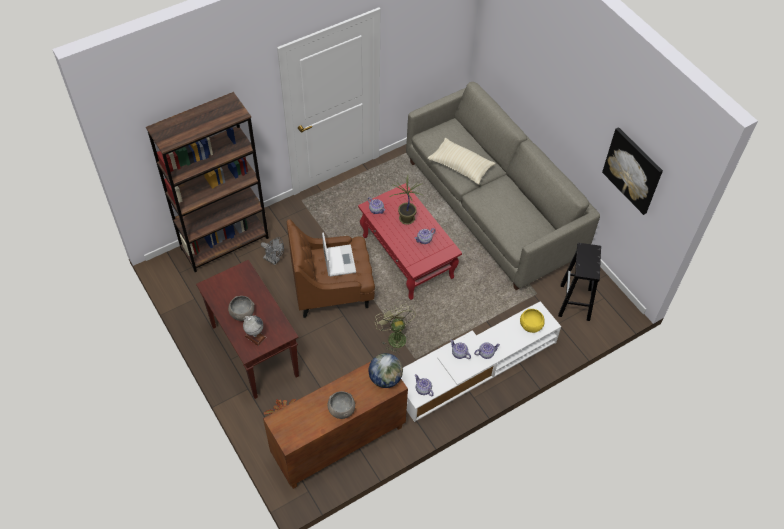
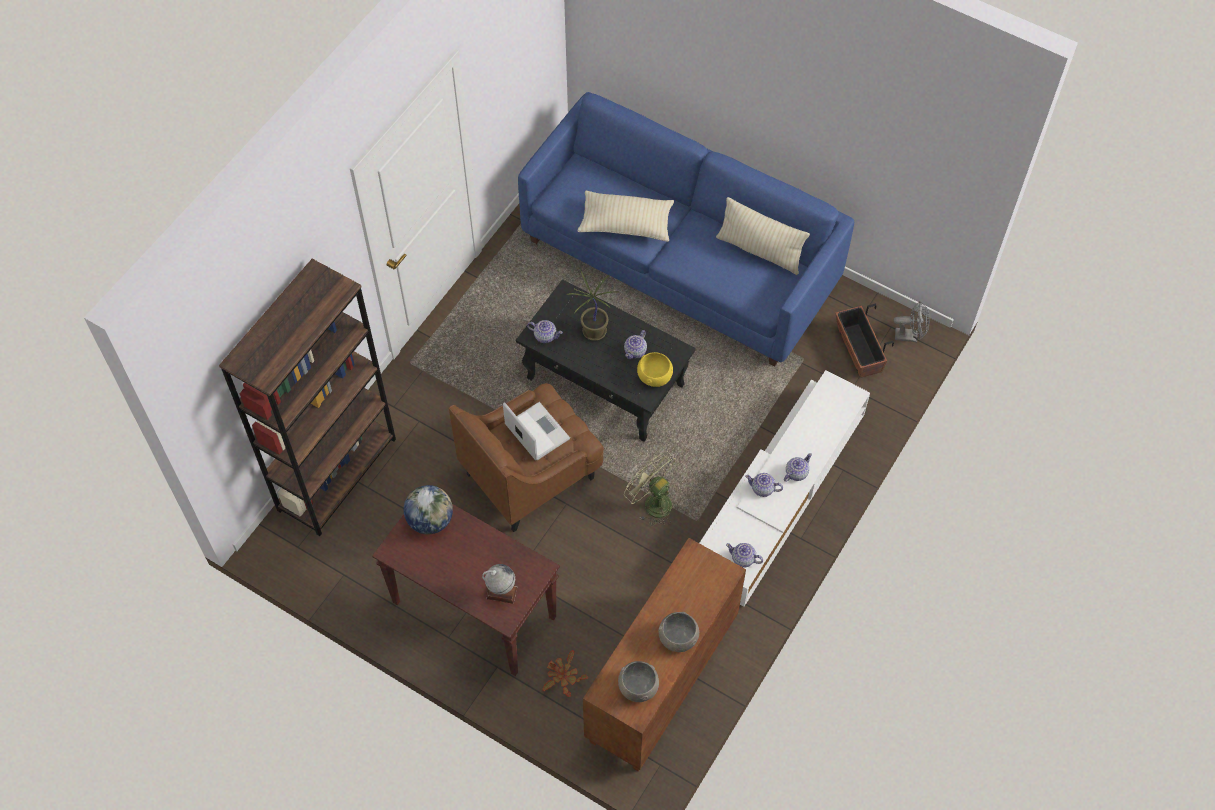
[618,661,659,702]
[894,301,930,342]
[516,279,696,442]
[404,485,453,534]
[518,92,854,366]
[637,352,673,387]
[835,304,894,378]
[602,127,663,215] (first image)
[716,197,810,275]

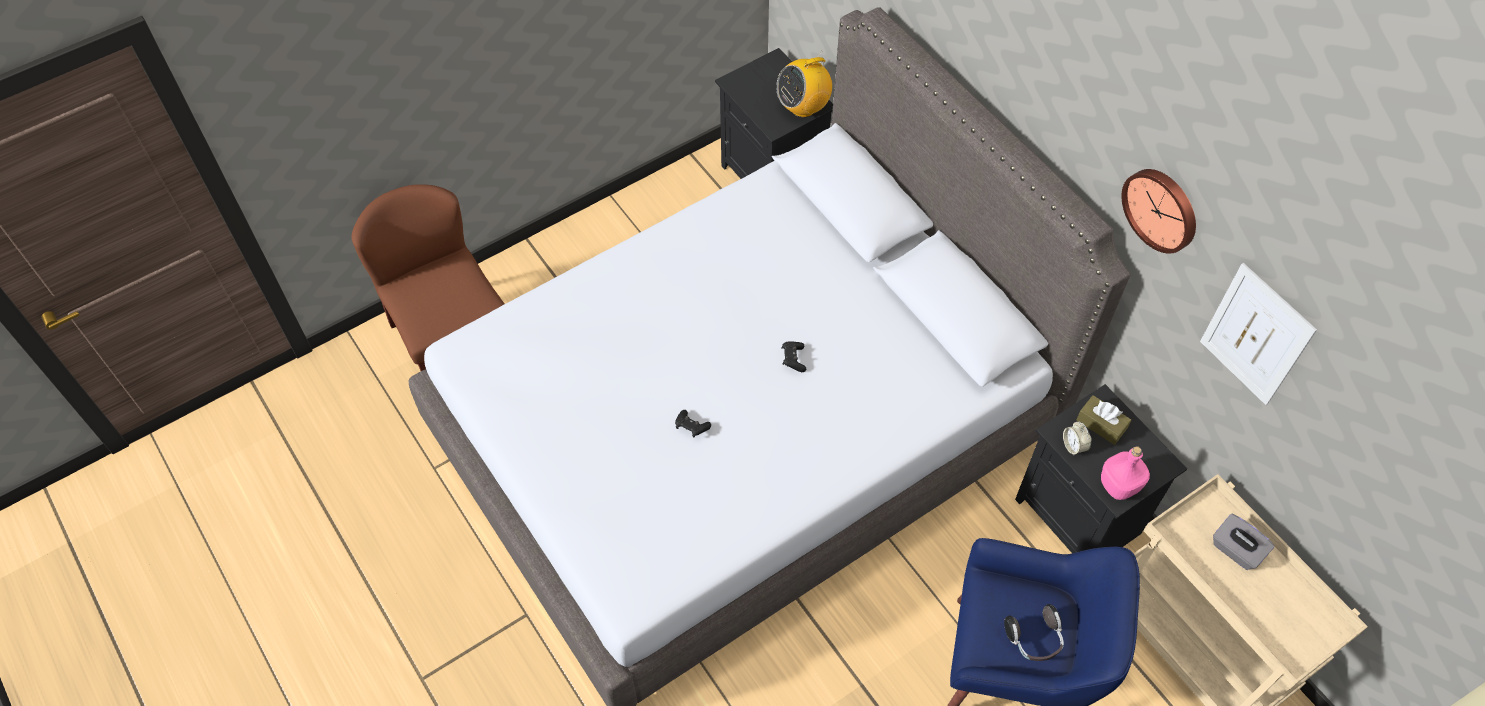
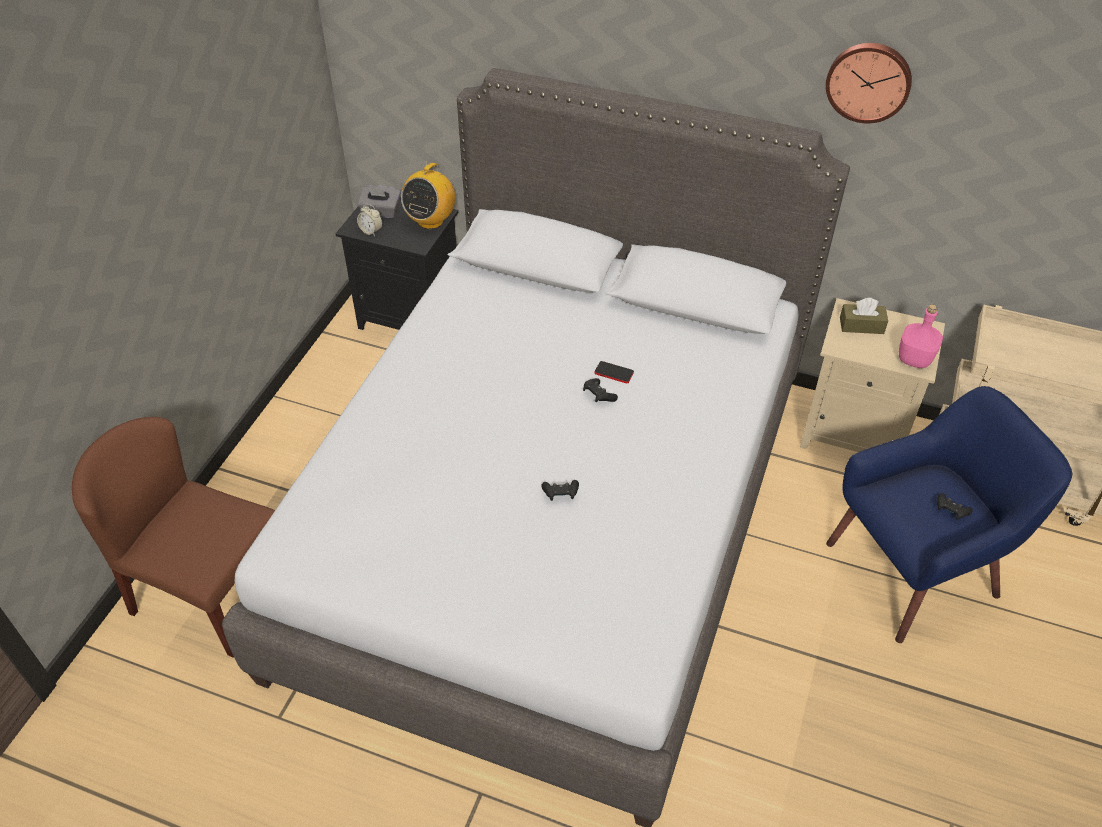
[937,493,972,520]
[800,298,945,452]
[357,204,382,236]
[1200,263,1317,405] (first image)
[358,185,401,218]
[594,361,634,383]

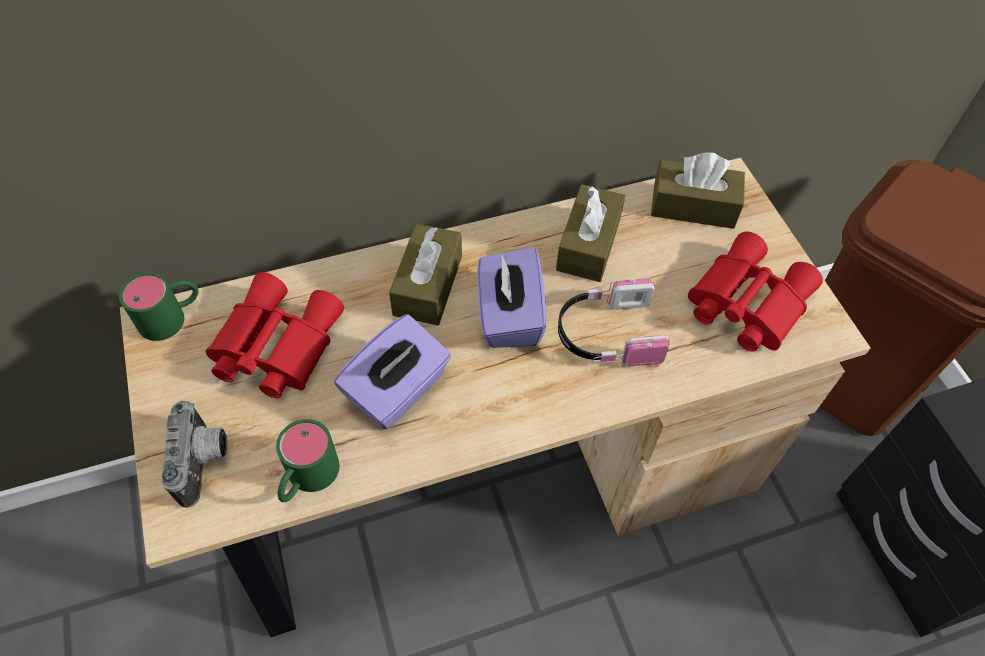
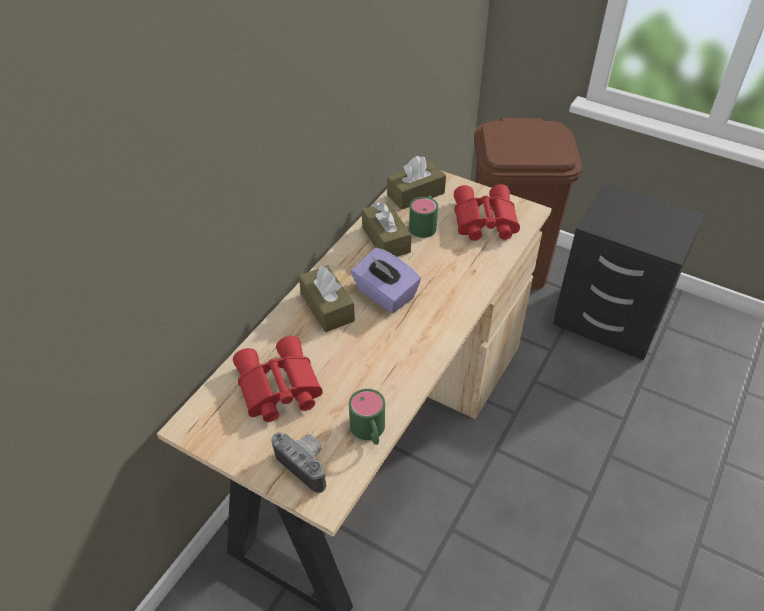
[409,195,438,238]
[334,314,451,429] (first image)
[558,278,670,367] (first image)

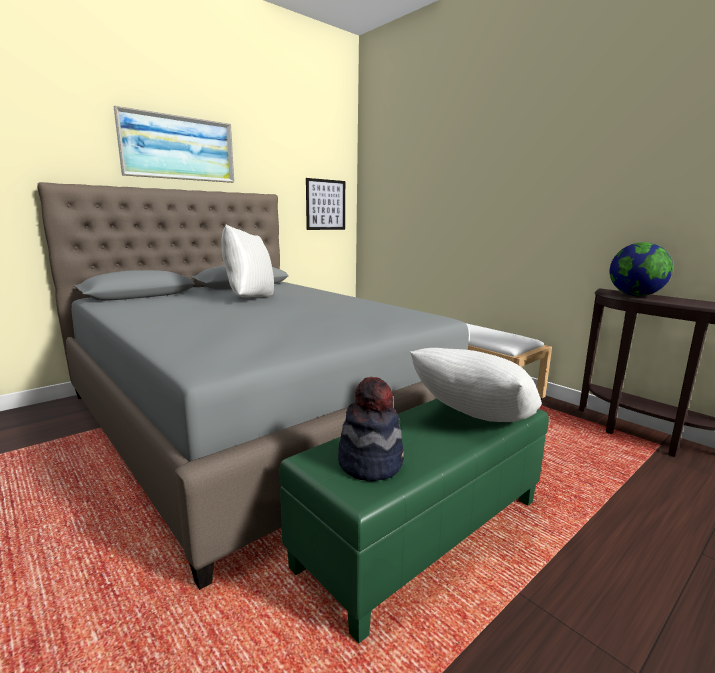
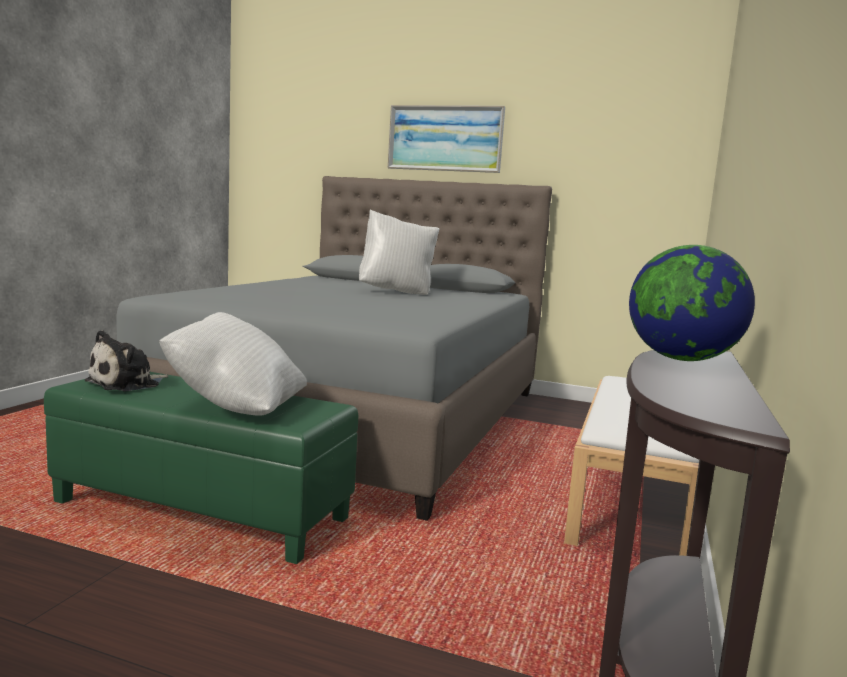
[306,178,345,230] (first image)
[84,330,168,392]

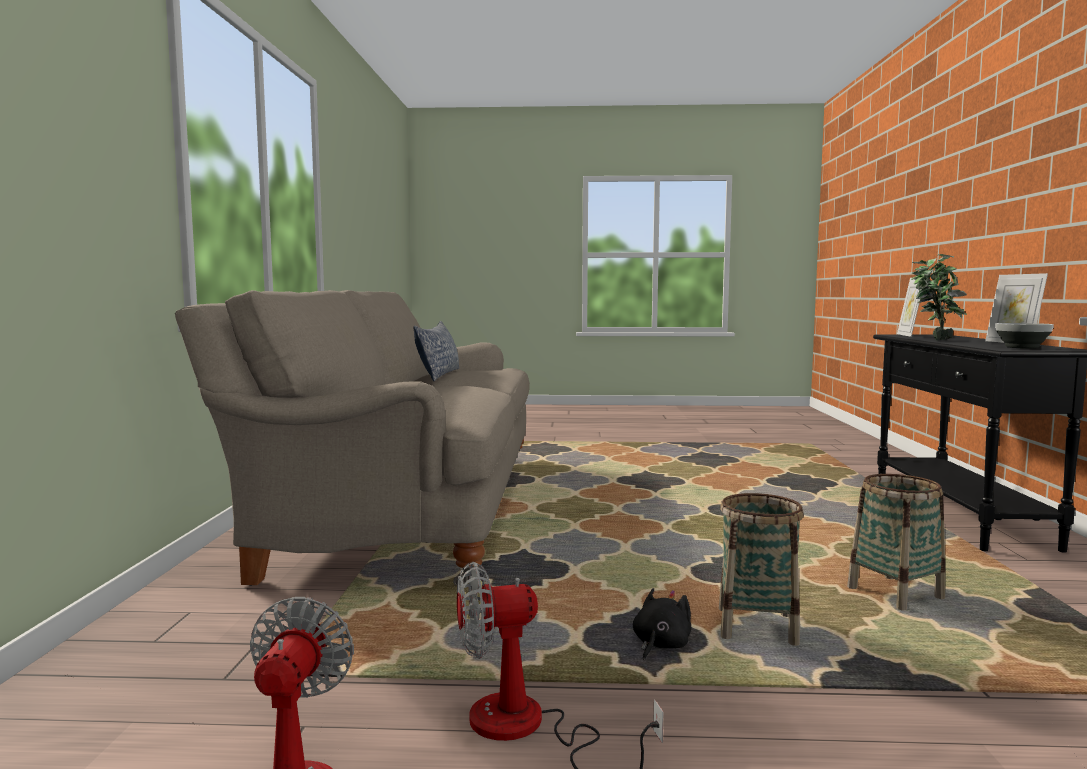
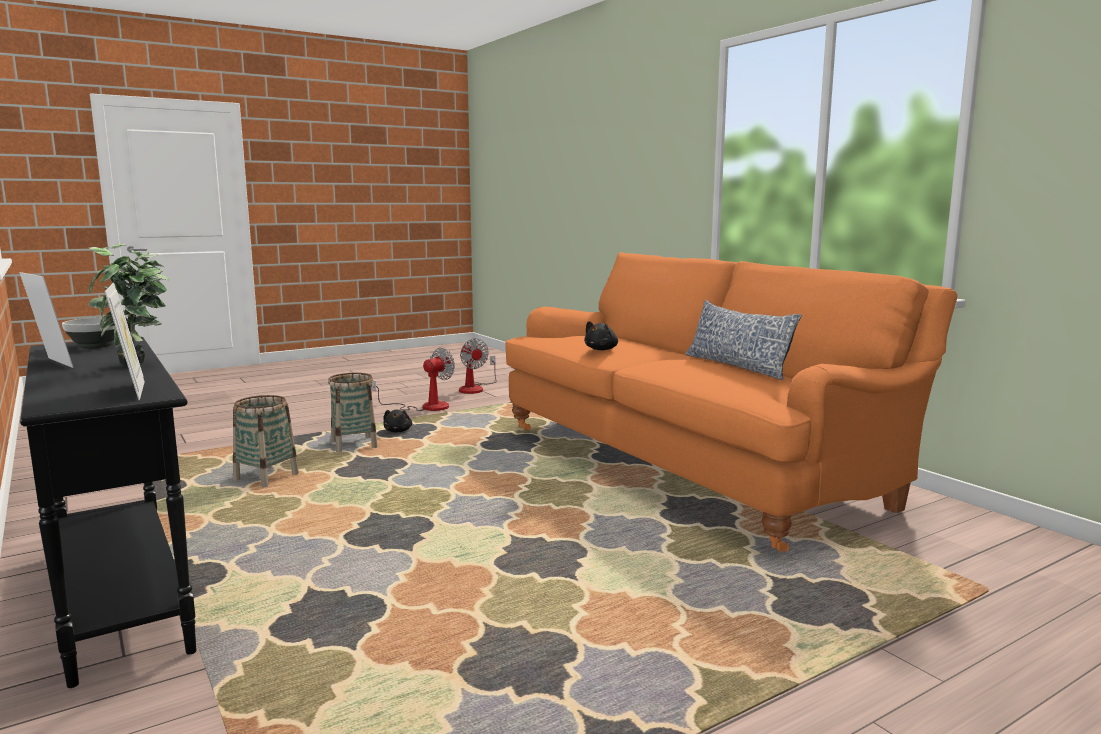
[505,252,957,552]
[584,321,618,350]

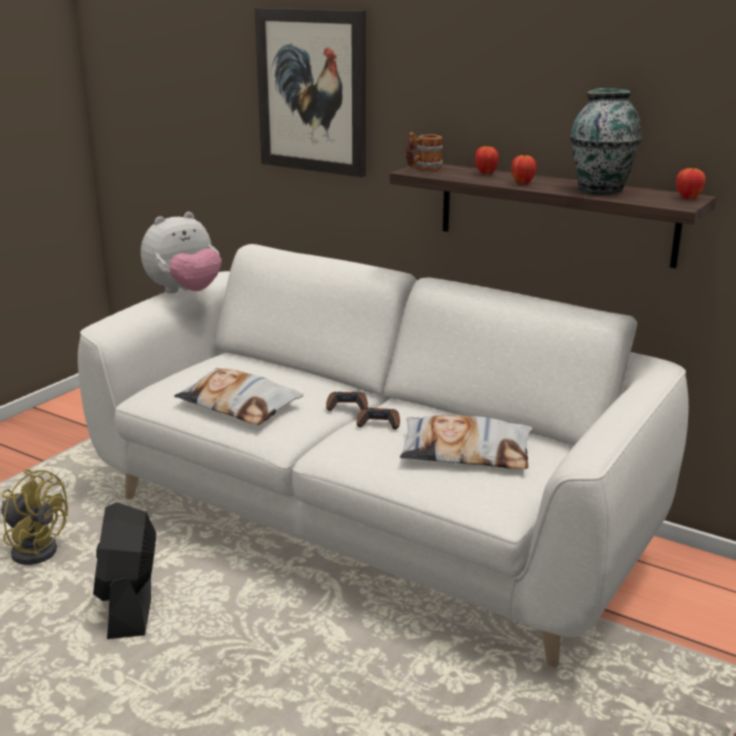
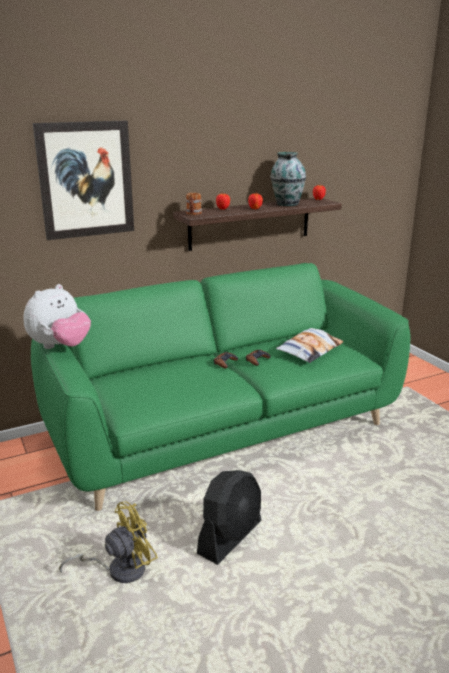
[31,263,410,511]
[197,470,261,565]
[23,284,91,349]
[174,368,303,425] (first image)

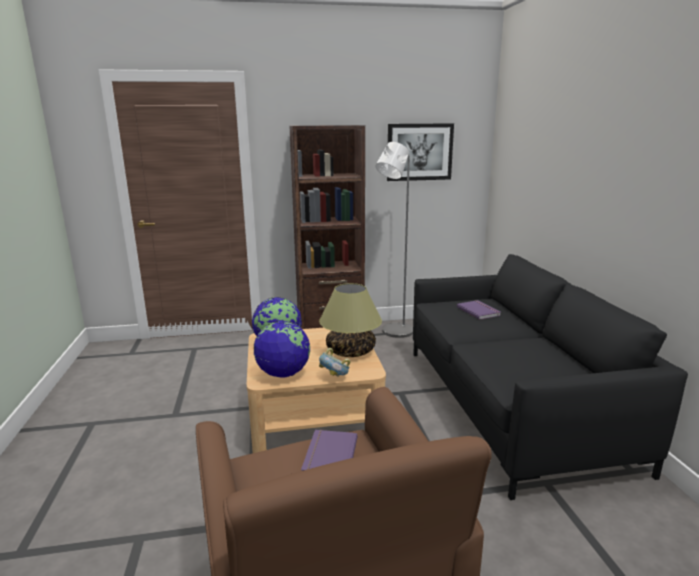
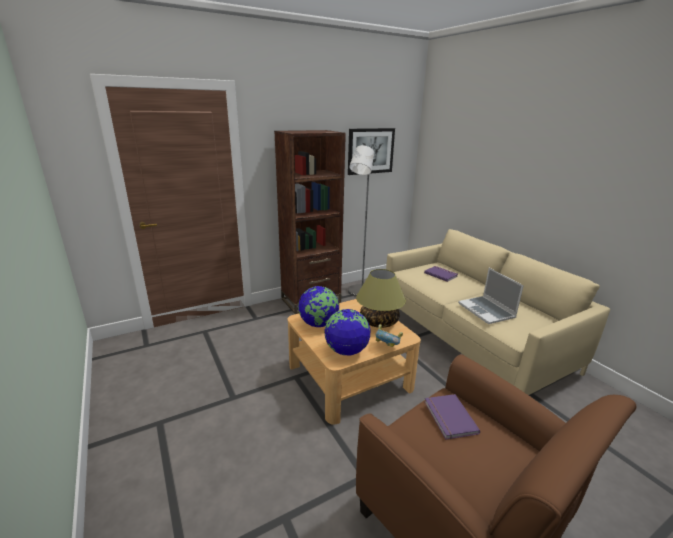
[386,229,610,395]
[458,268,524,324]

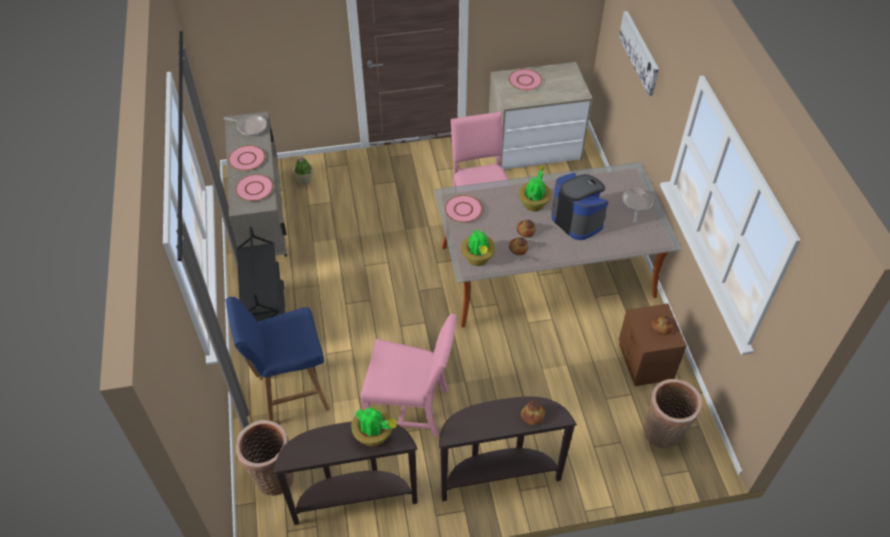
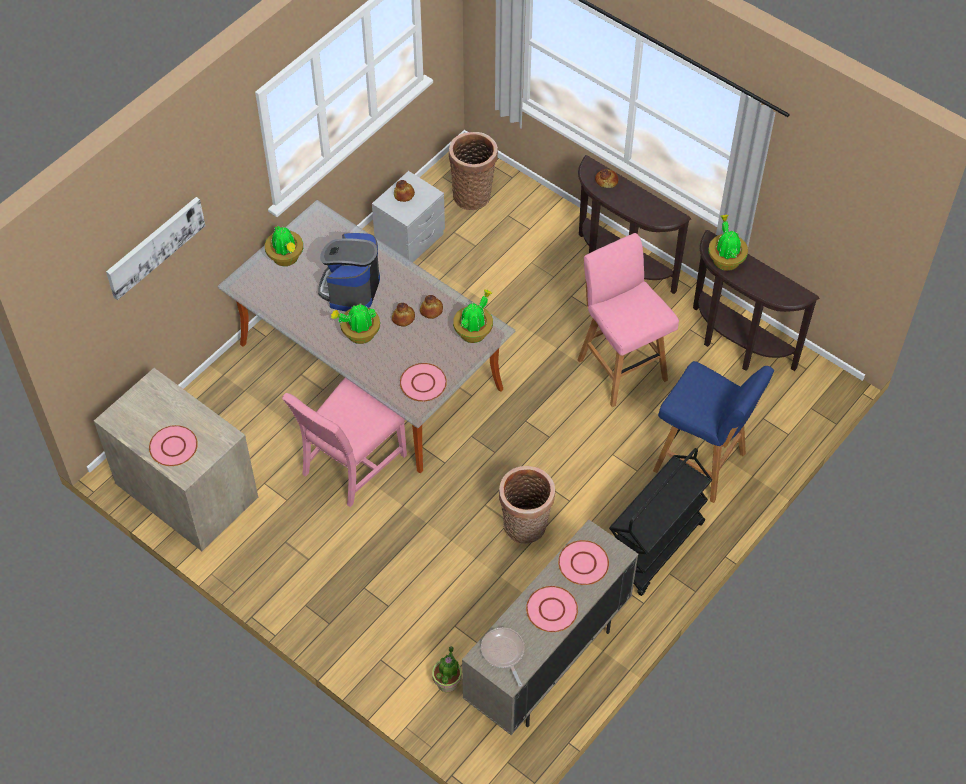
[499,466,555,544]
[577,233,679,407]
[372,171,445,262]
[265,225,303,266]

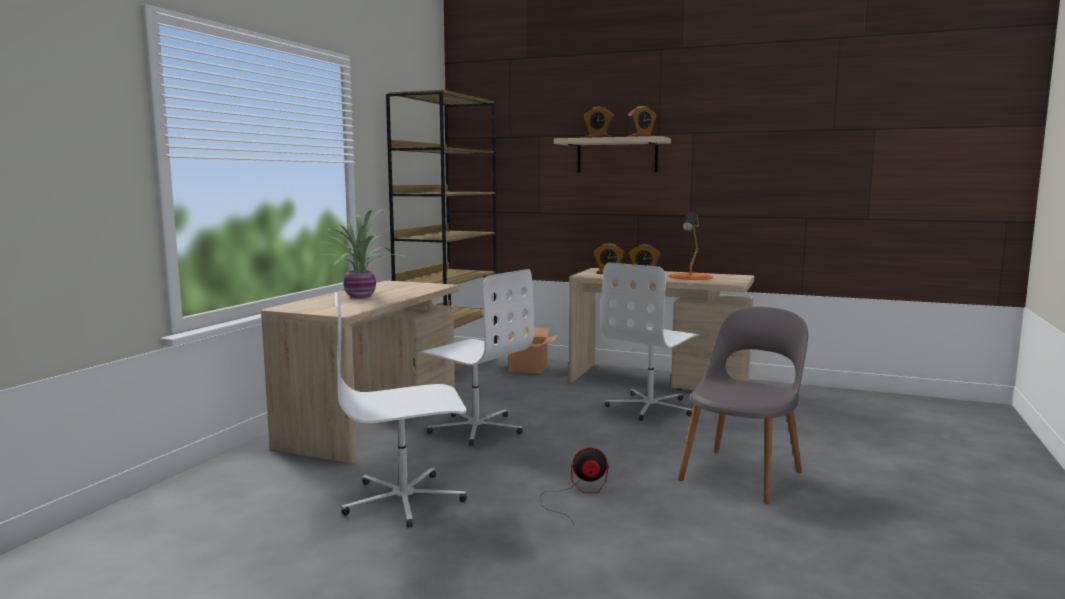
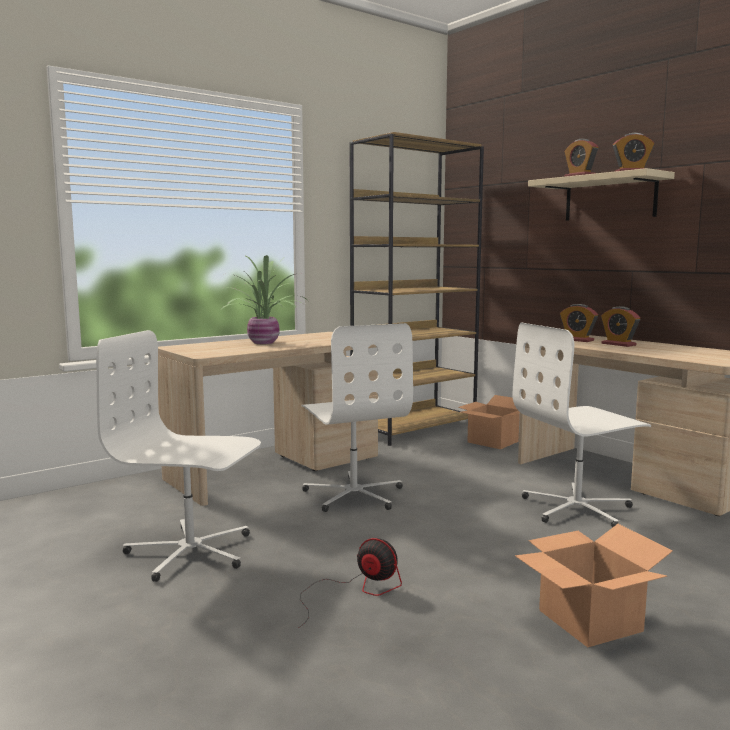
[669,212,713,280] (first image)
[515,524,673,647]

